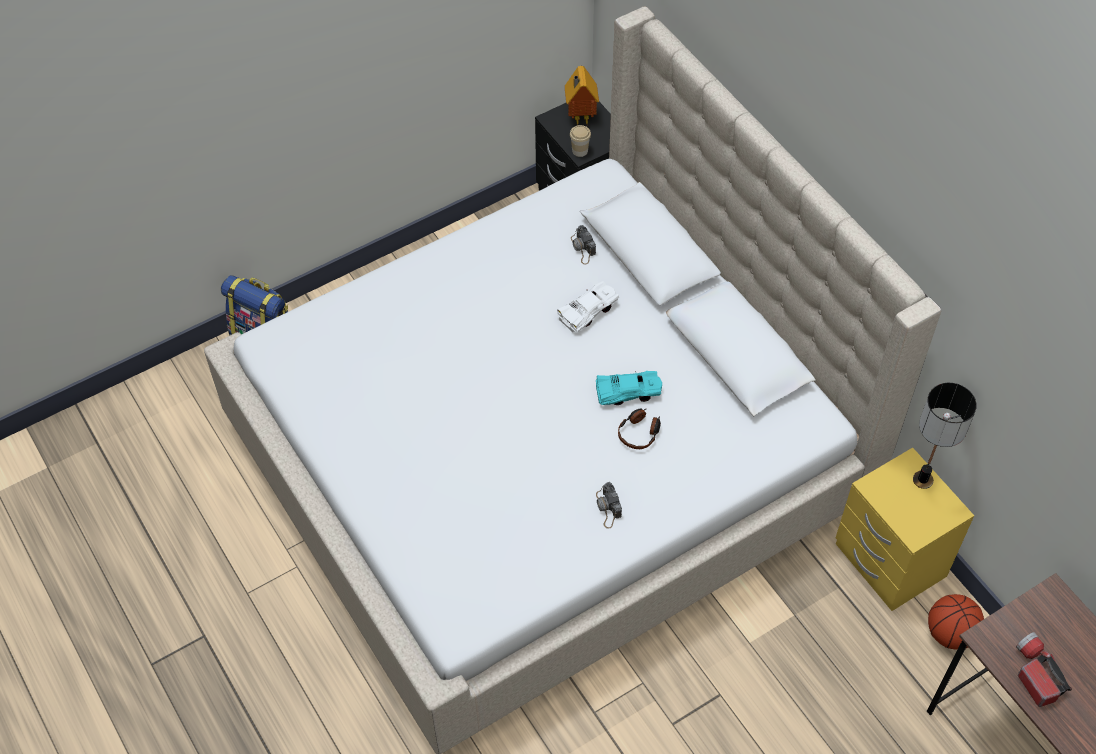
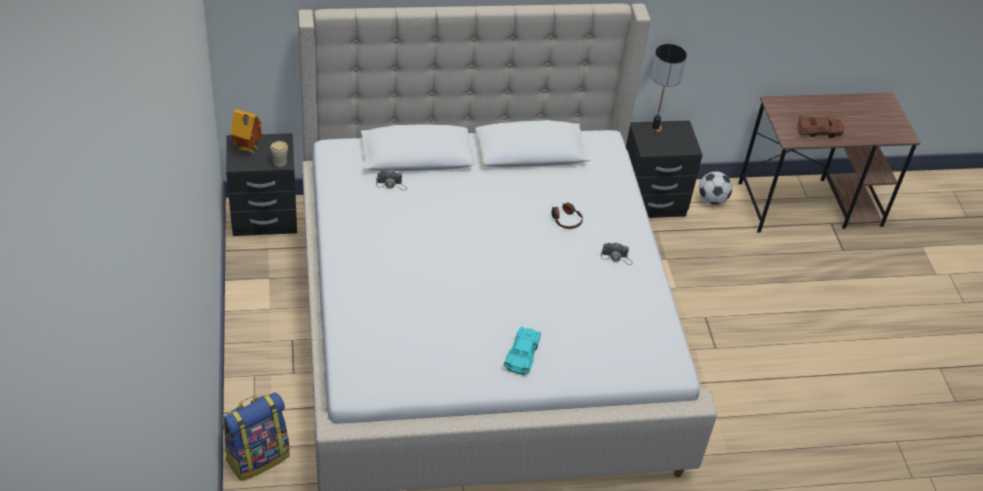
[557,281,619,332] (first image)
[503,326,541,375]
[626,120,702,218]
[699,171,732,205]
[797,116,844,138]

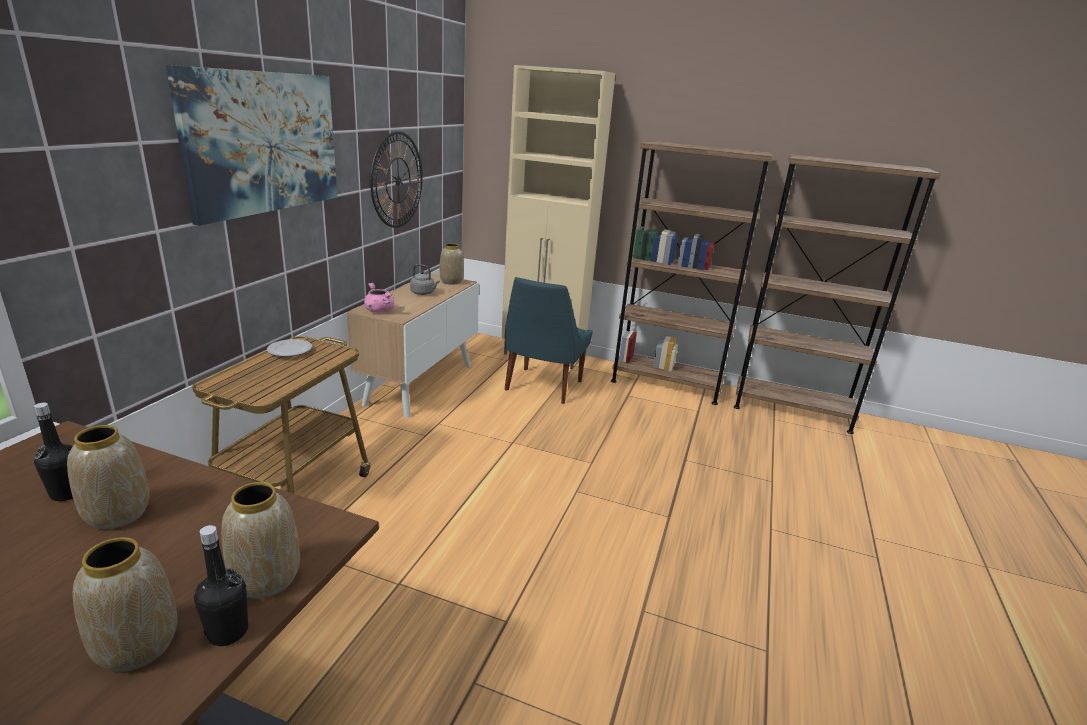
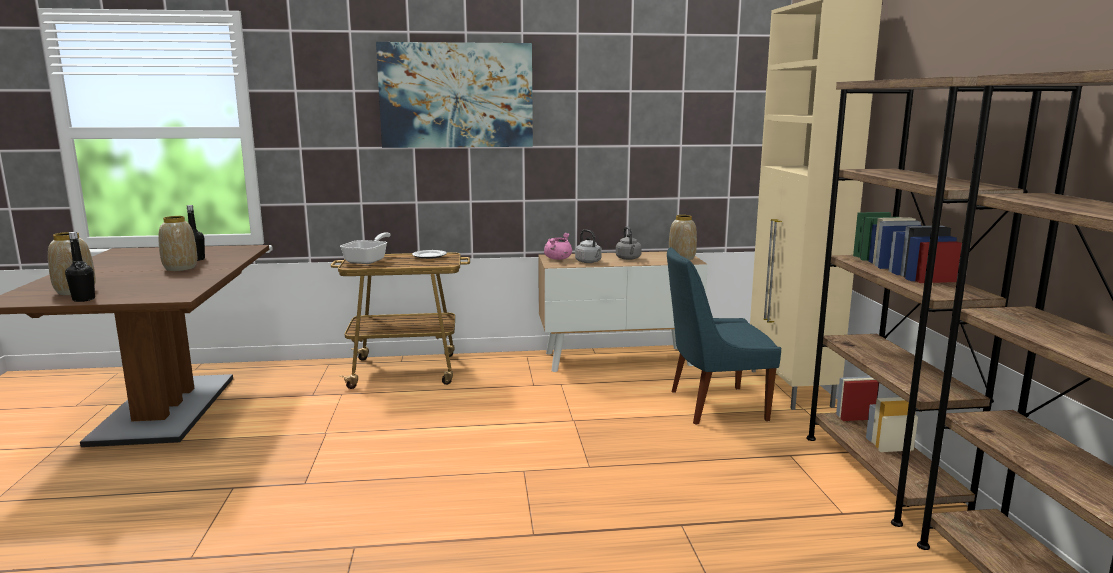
[221,482,300,598] (first image)
[370,131,423,228] (first image)
[340,232,391,264]
[575,230,602,263]

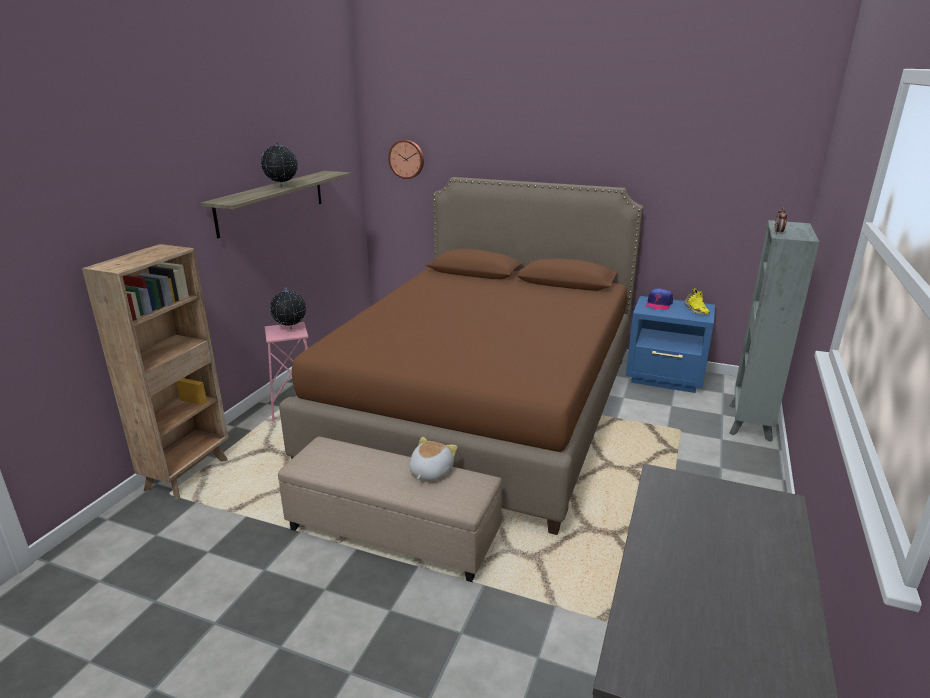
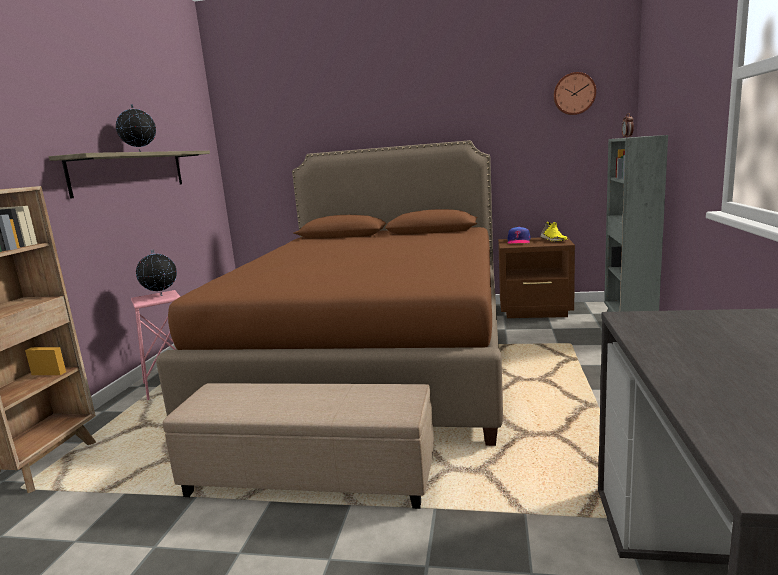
[553,72,596,115]
[409,437,458,481] (first image)
[498,237,575,318]

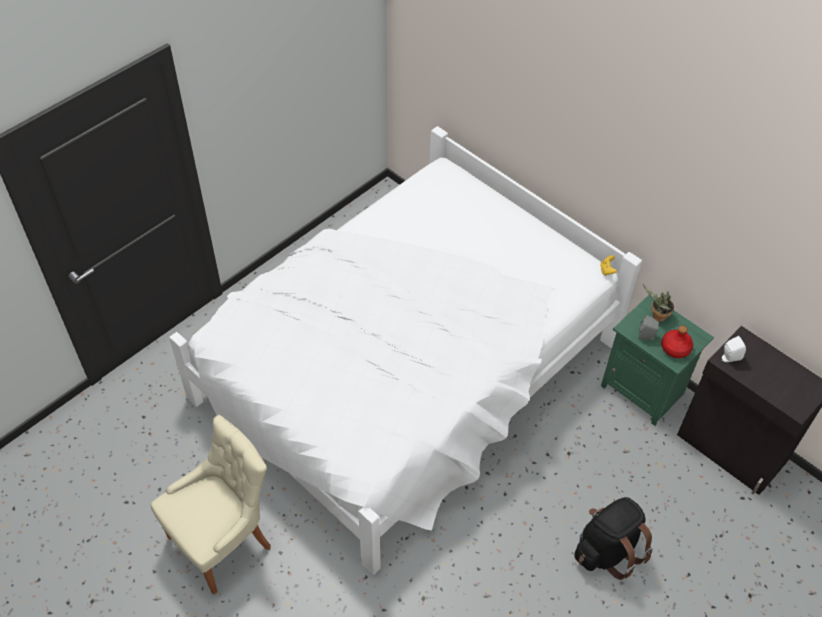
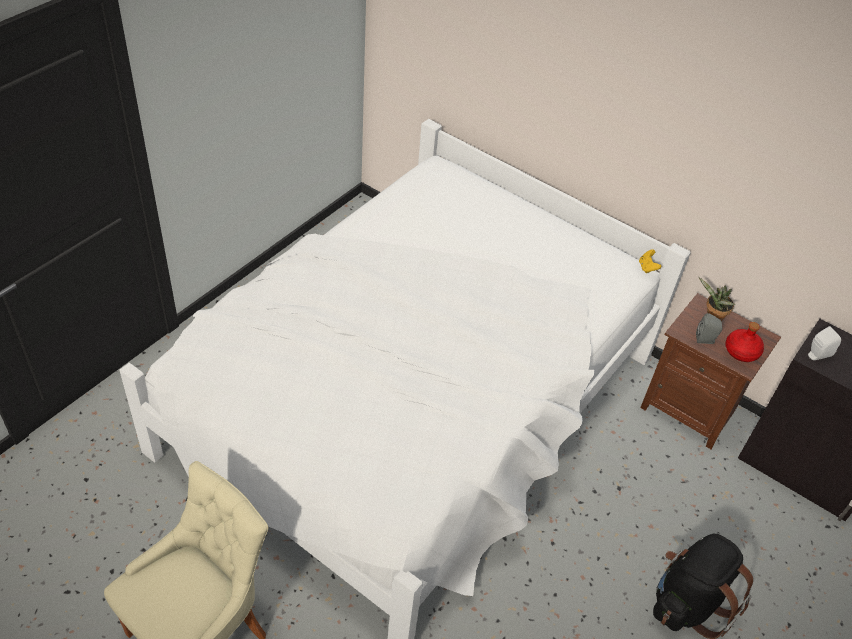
[640,293,781,449]

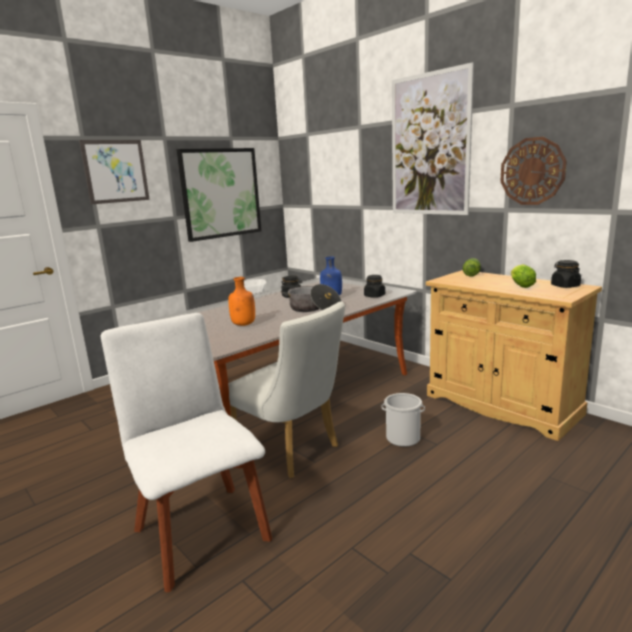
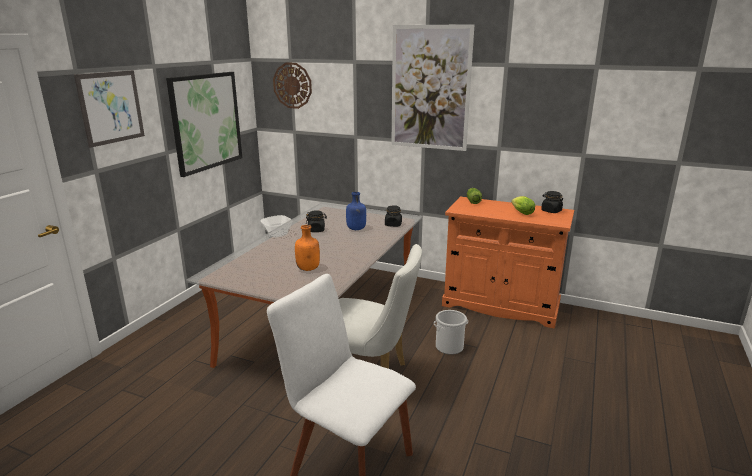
[281,284,342,312] (first image)
[442,197,574,329]
[273,63,312,109]

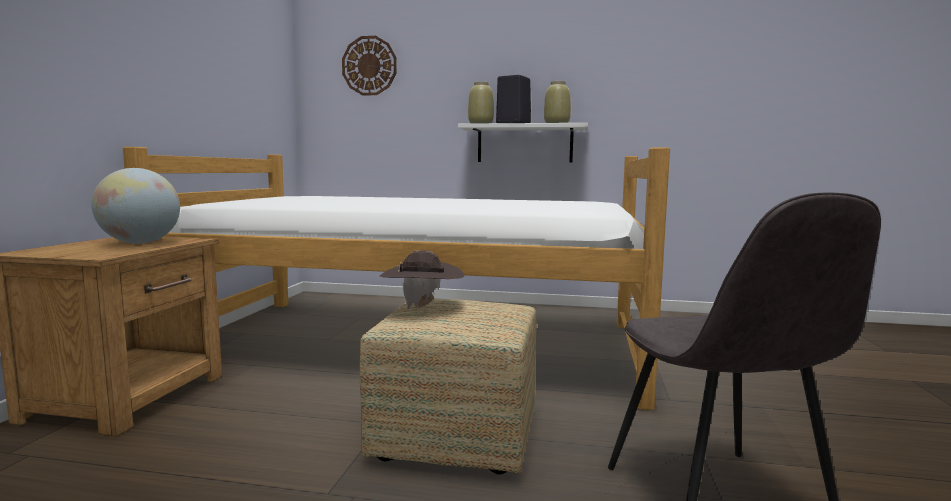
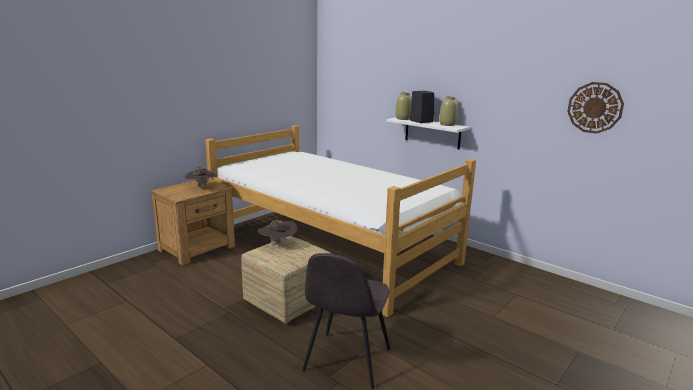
[185,167,217,188]
[567,82,624,134]

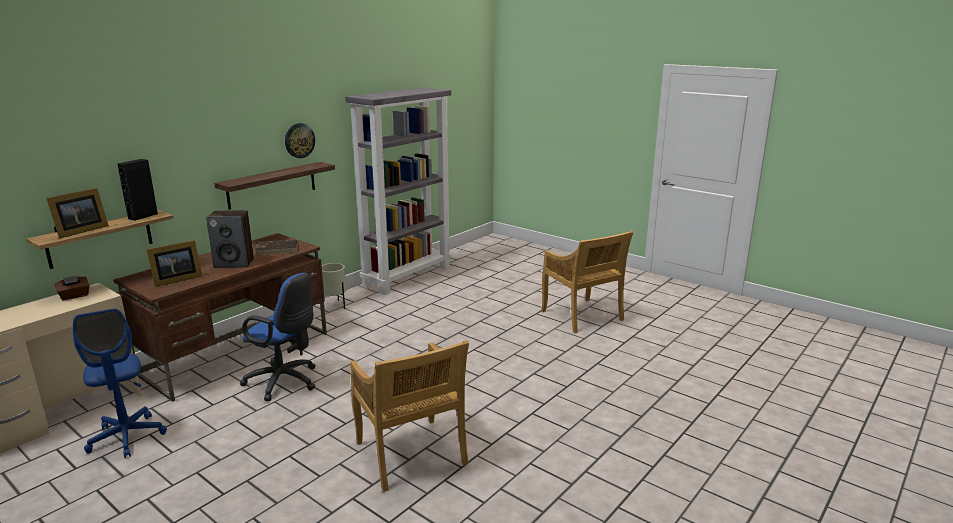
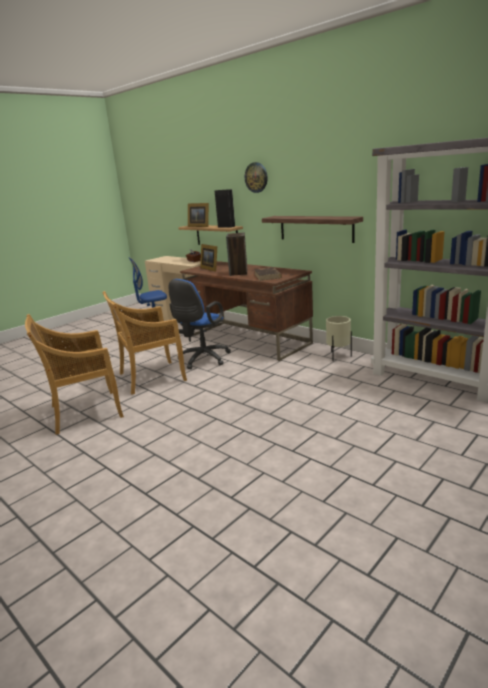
[245,162,268,193]
[102,291,187,395]

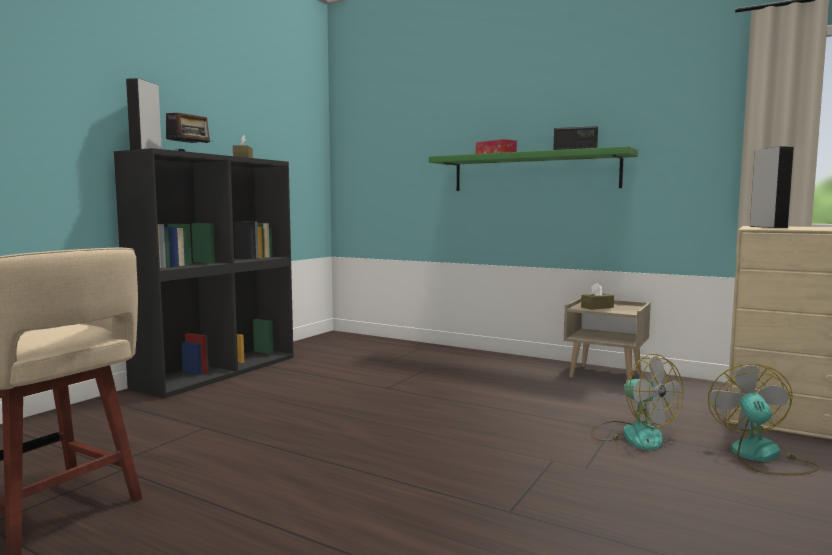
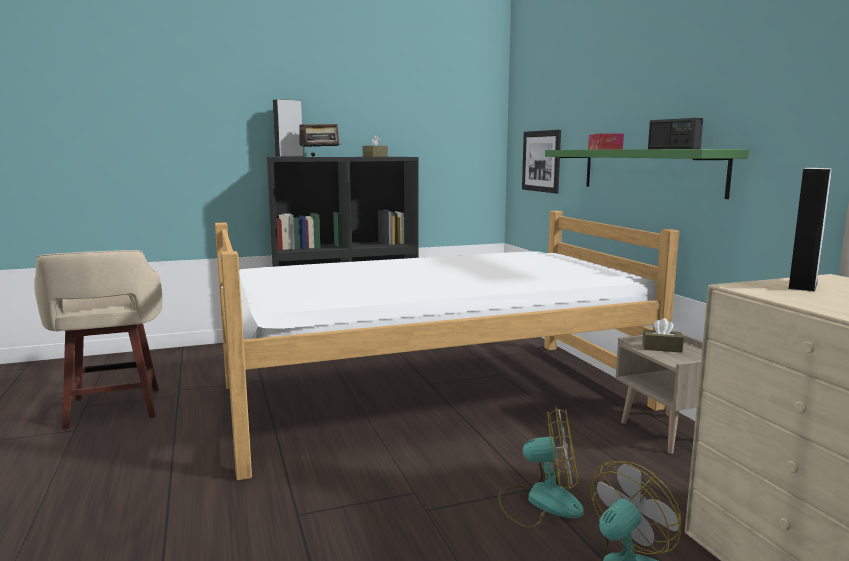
[498,406,584,528]
[215,211,679,480]
[522,130,561,193]

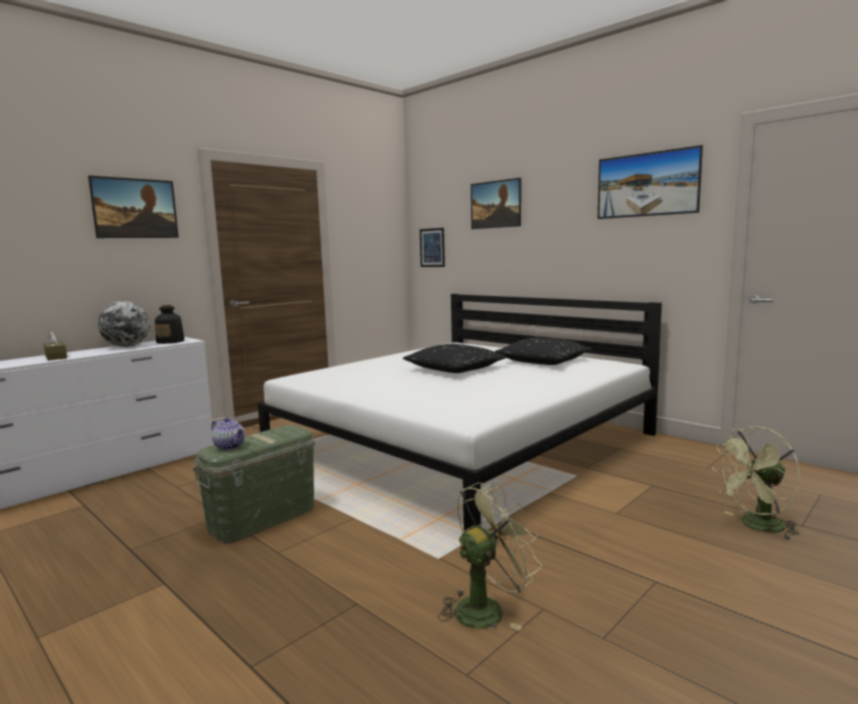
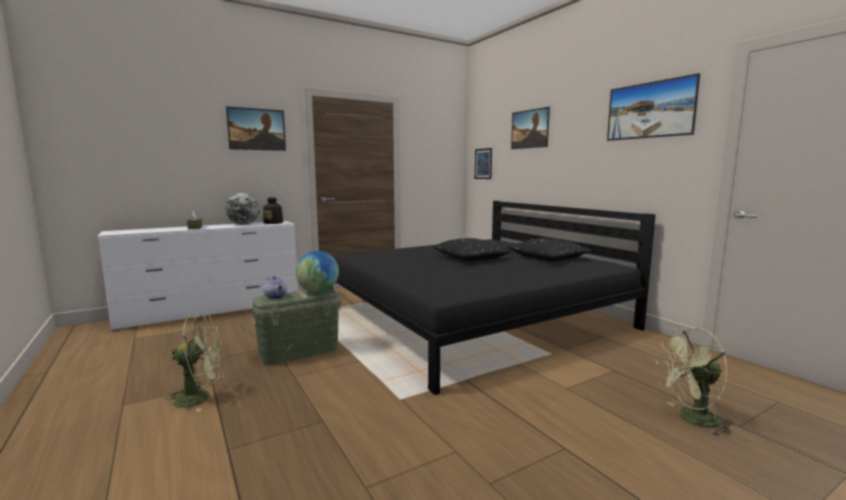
[331,201,656,395]
[165,314,224,412]
[296,251,339,293]

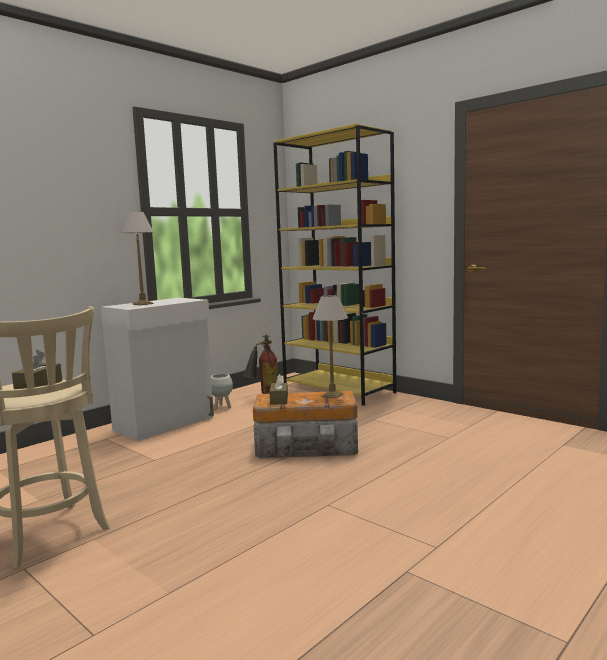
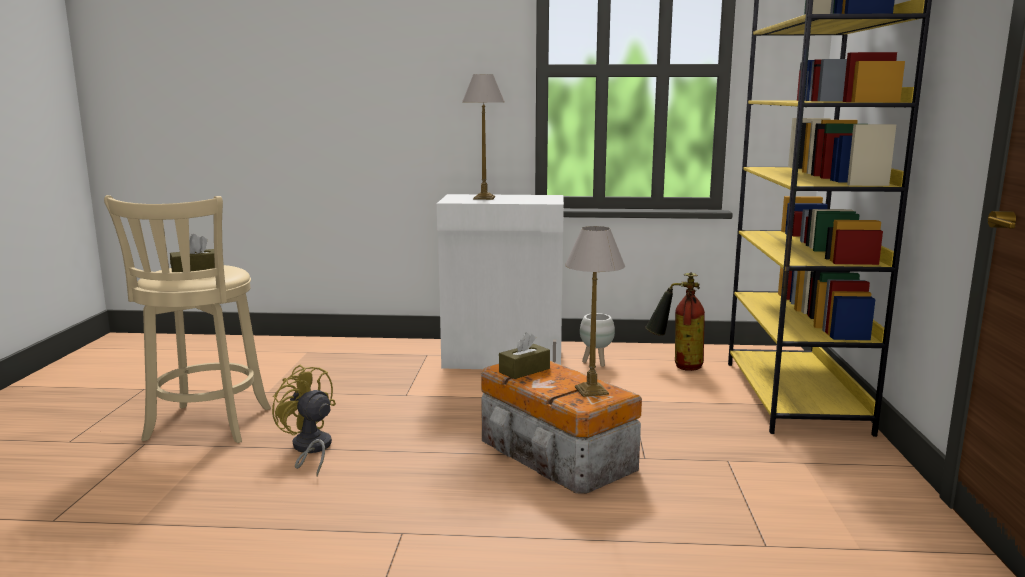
[272,364,336,476]

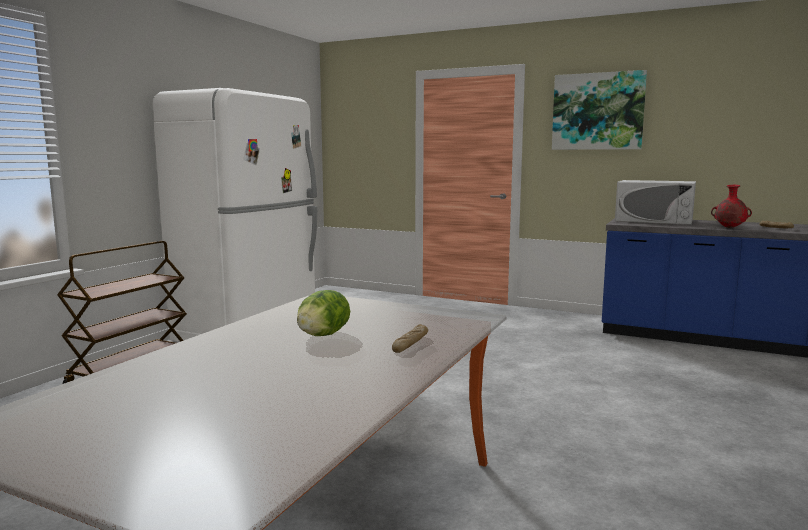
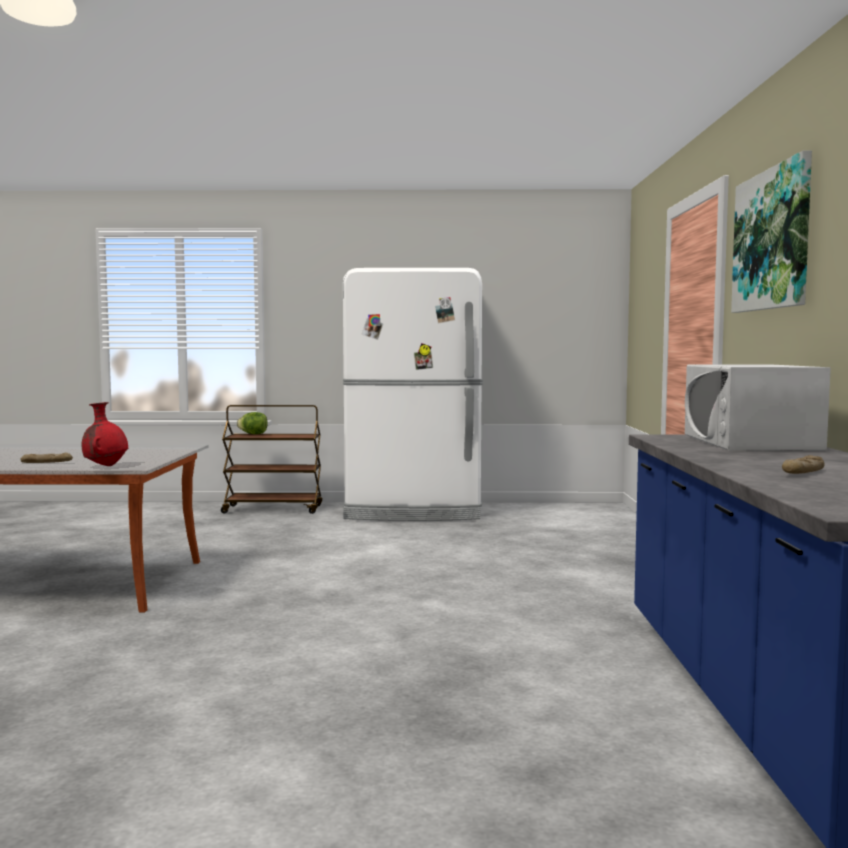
[237,412,268,434]
[82,402,128,466]

